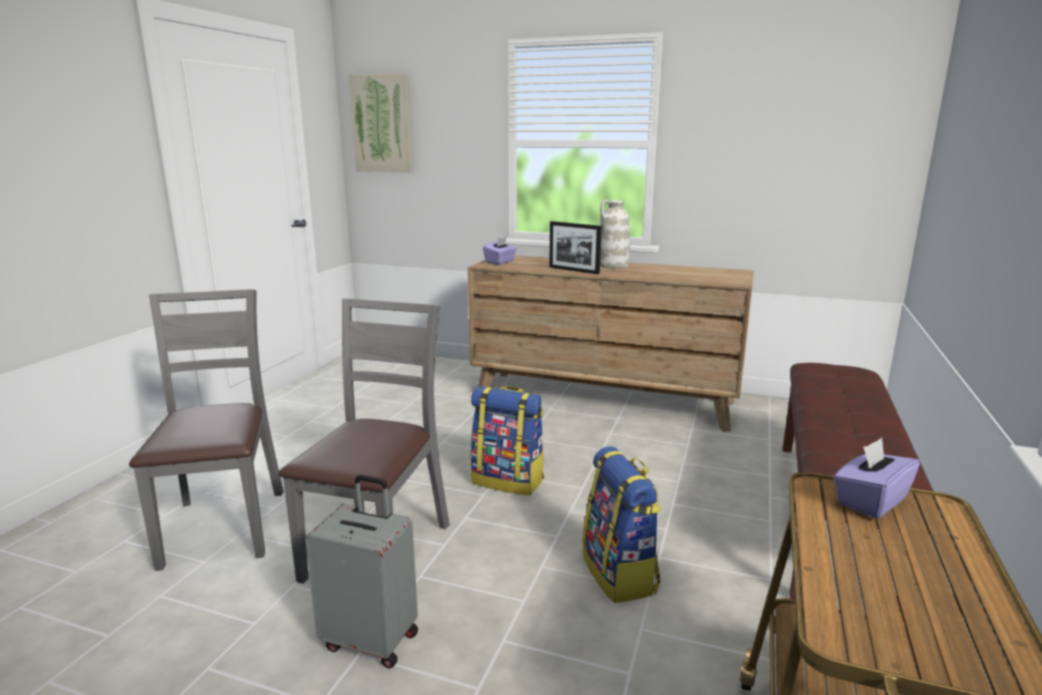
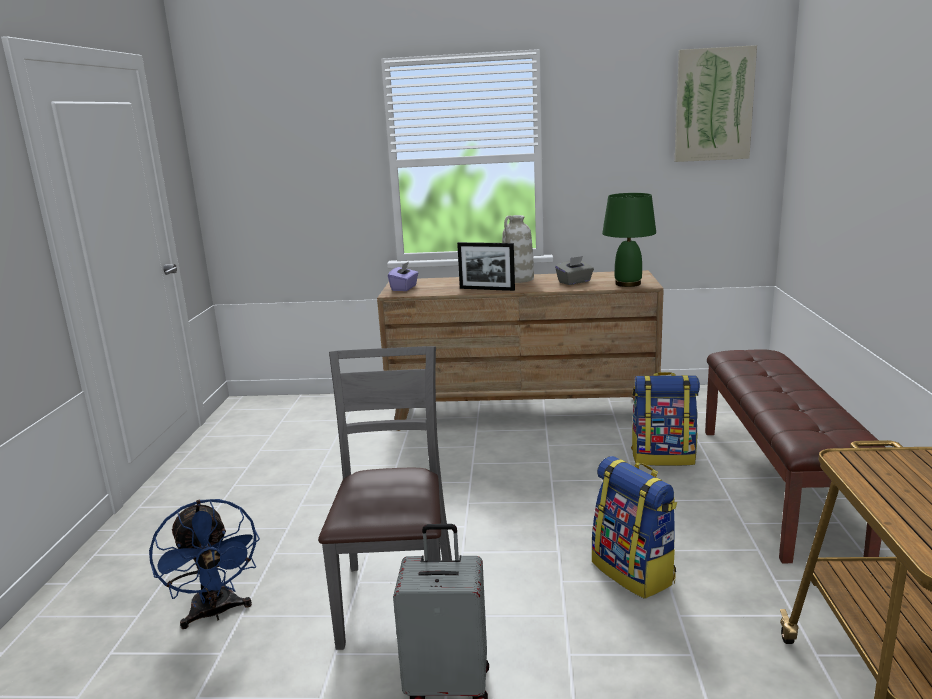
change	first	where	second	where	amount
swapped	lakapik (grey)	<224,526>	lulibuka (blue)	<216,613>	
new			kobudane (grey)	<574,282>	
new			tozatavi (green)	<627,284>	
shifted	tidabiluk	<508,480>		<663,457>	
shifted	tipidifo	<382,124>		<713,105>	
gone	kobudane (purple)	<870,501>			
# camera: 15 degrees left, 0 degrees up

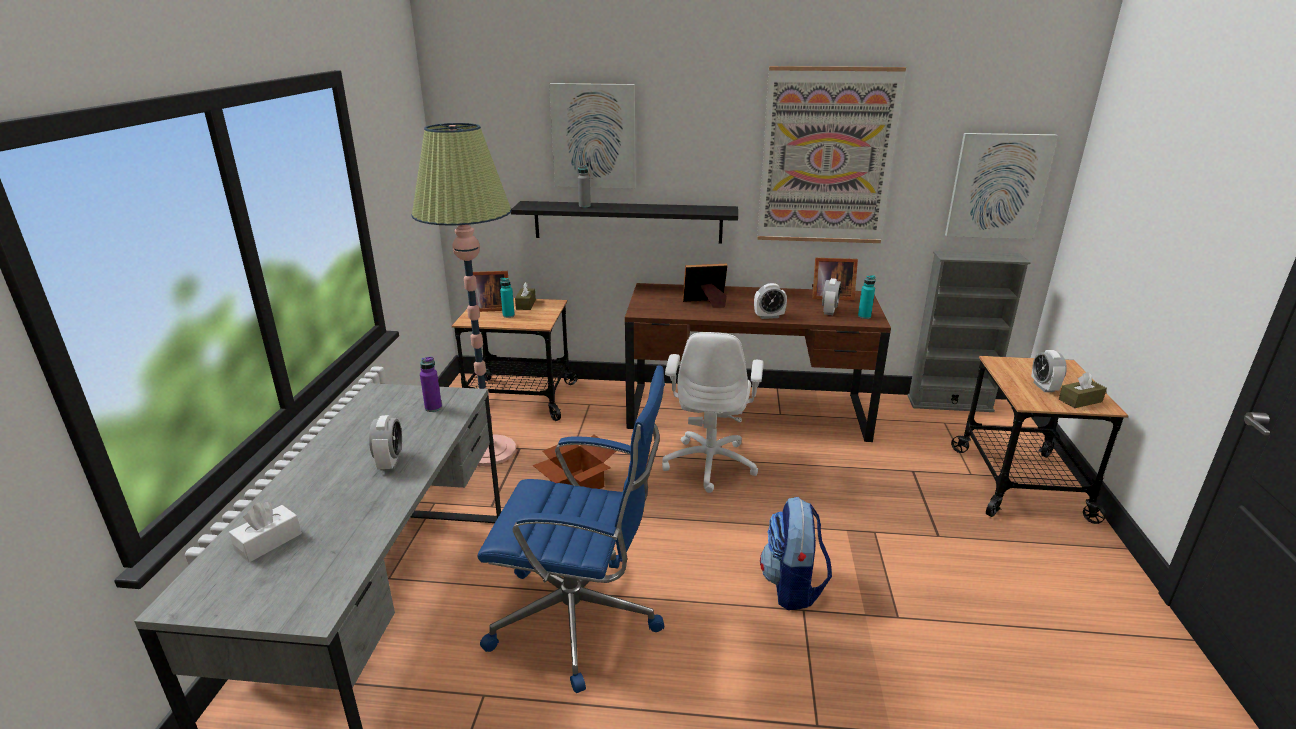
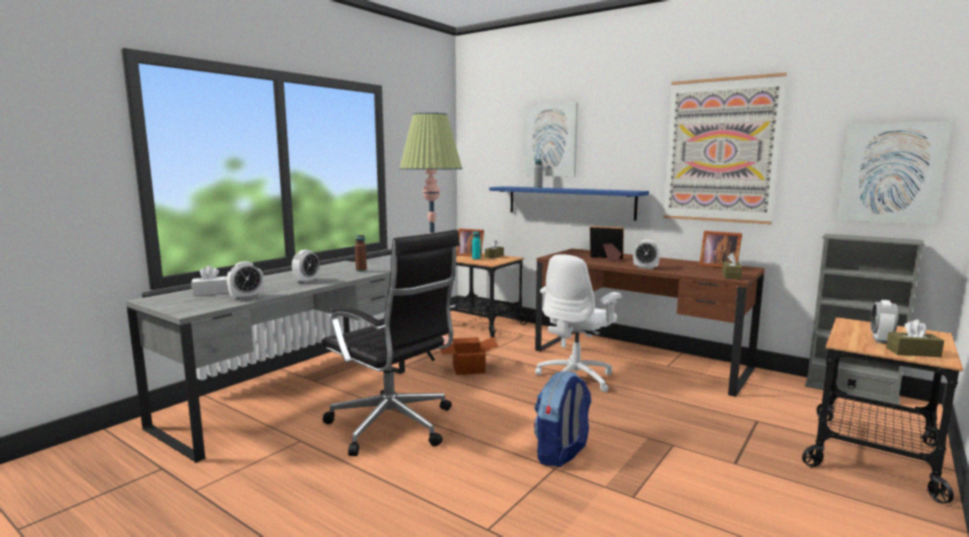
change	first	where	second	where	amount
shifted	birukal	<829,311>		<247,297>	
repainted	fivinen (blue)	<580,619>	fivinen (black)	<393,426>	
repainted	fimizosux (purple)	<433,408>	fimizosux (brown)	<361,270>	
repainted	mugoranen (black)	<627,222>	mugoranen (blue)	<569,202>	
swapped	fimizosux (turquoise)	<864,316>	kobudane (brown)	<731,276>	
# camera: 30 degrees right, 15 degrees down

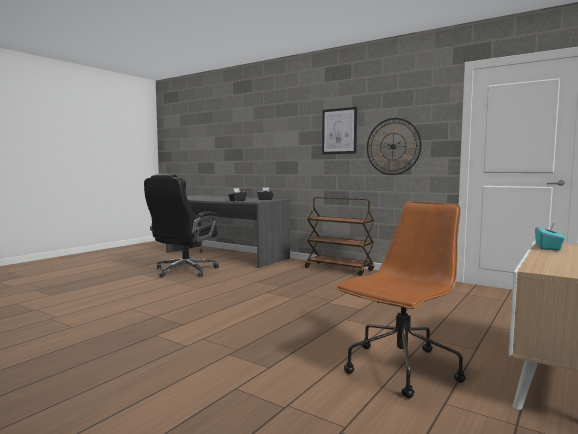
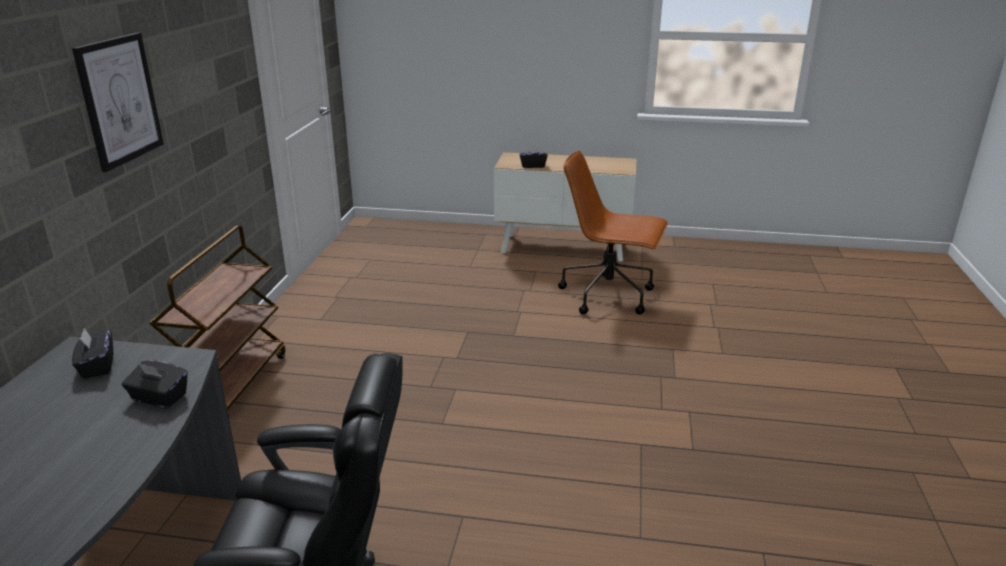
change	first	where	second	where	amount
repainted	kobudane (turquoise)	<548,248>	kobudane (black)	<532,166>	
gone	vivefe	<393,146>			
# camera: 115 degrees left, 20 degrees up

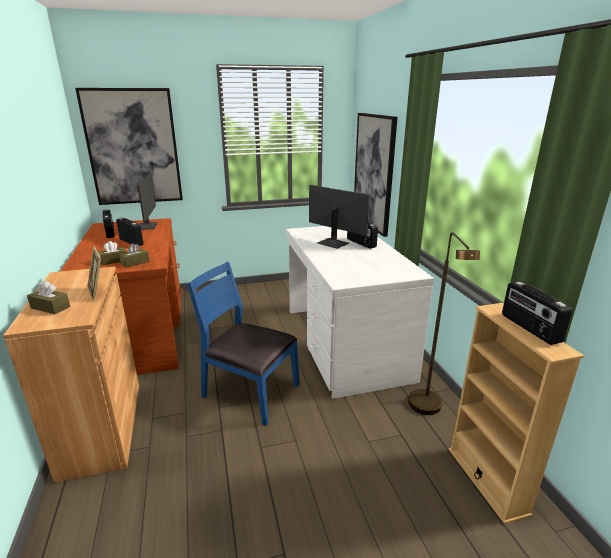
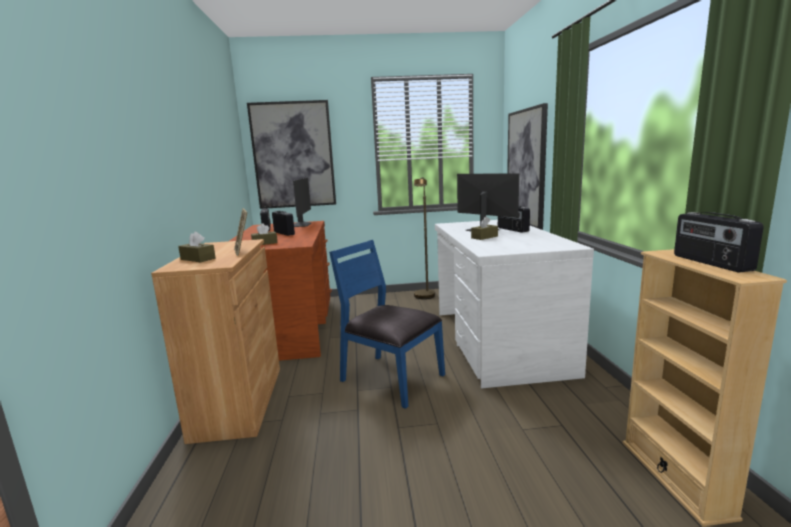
change	first	where	second	where	amount
shifted	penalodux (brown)	<428,410>		<424,297>	
shifted	kobudane (brown)	<135,262>		<484,237>	
# camera: 10 degrees right, 10 degrees down

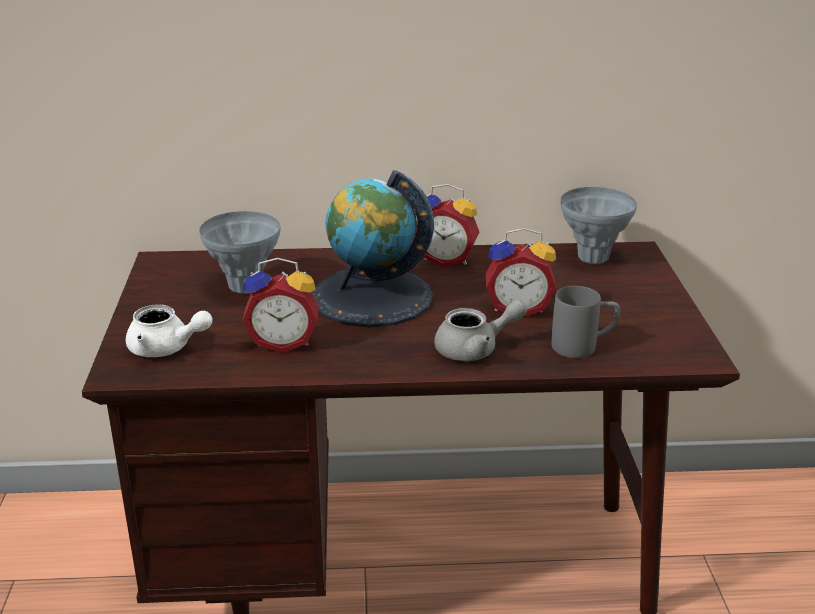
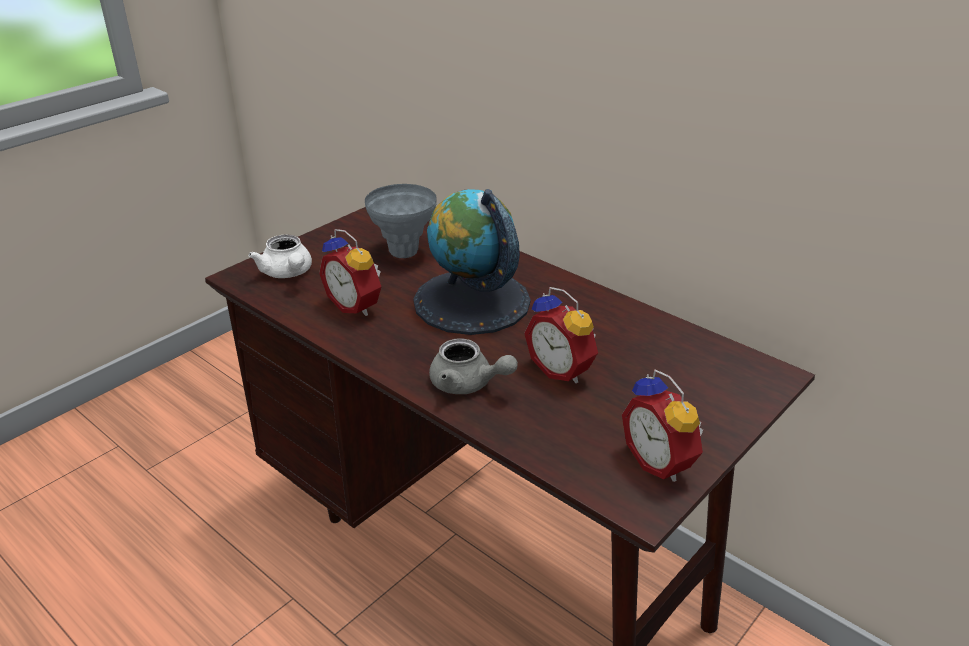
change	first	where	second	where	amount
shifted	birukal	<446,259>		<661,462>	
gone	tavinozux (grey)	<583,347>			
gone	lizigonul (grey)	<592,258>			
# camera: 45 degrees right, 5 degrees up

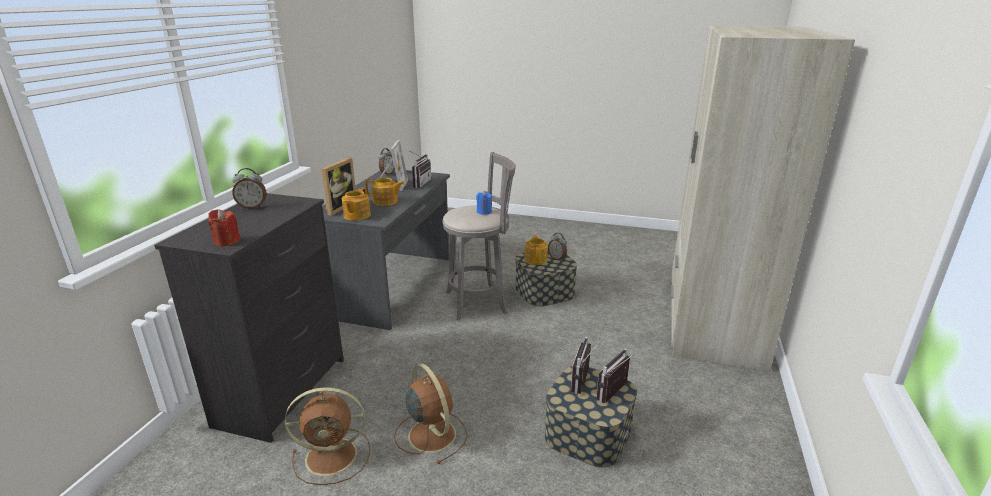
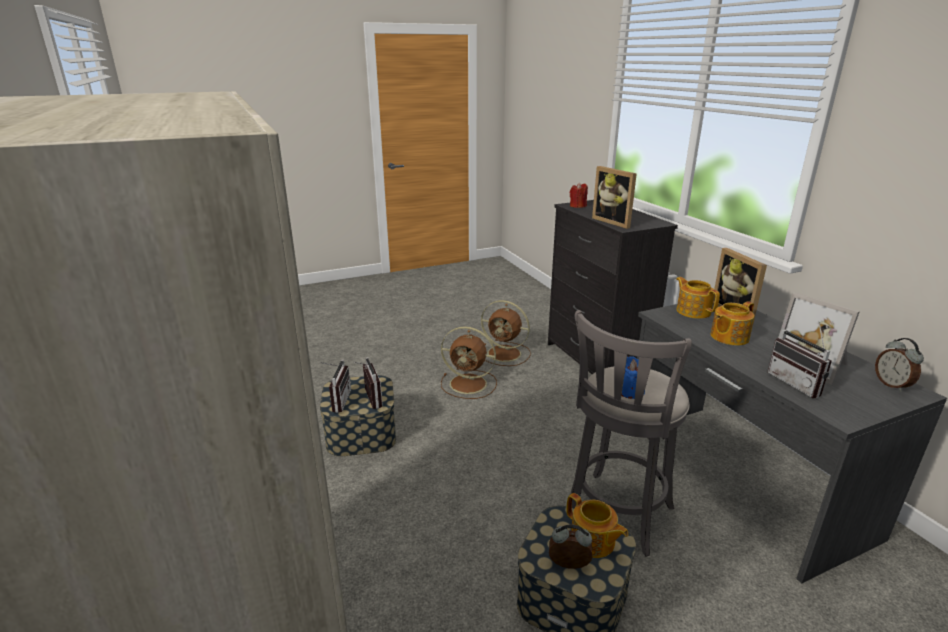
change	first	where	second	where	amount
rotated	lulibuka (brown)	<334,456>		<505,354>	105 degrees counterclockwise
new			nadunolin	<614,222>	
gone	birukal	<252,207>			
# camera: 140 degrees right, 0 degrees up

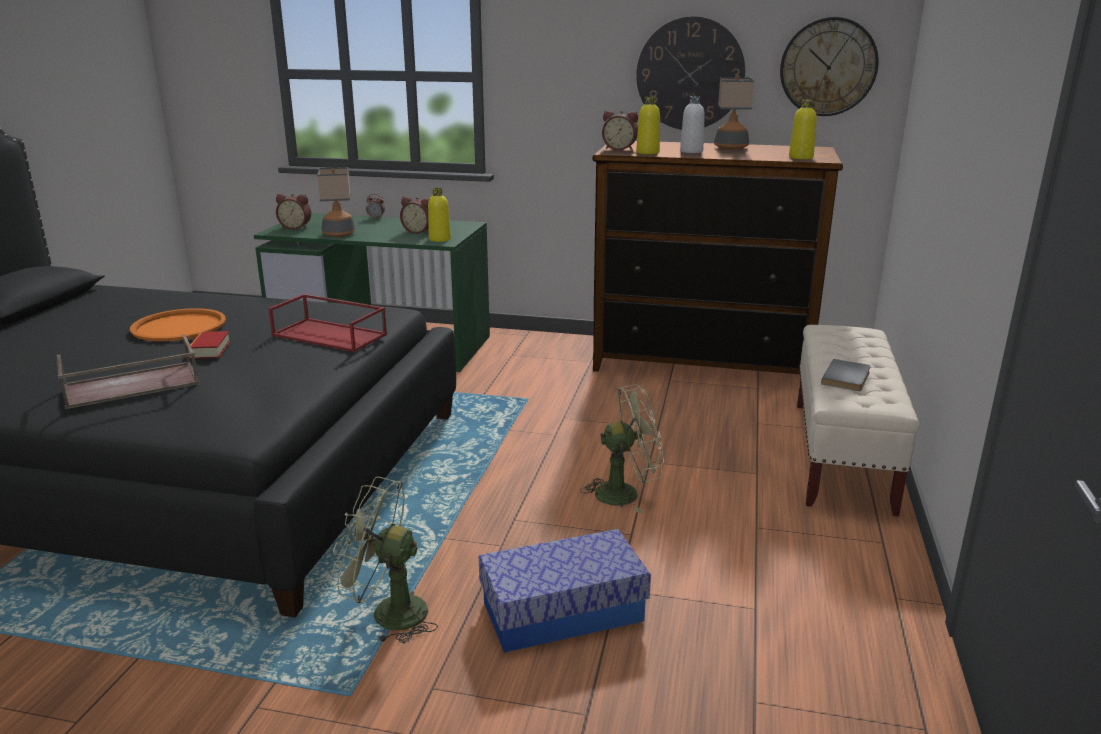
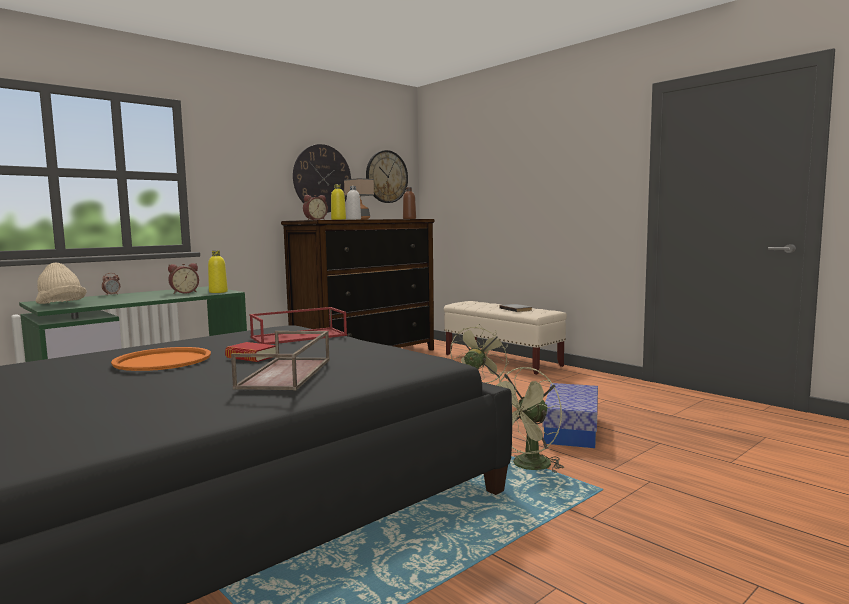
change	first	where	second	where	amount
swapped	birukal	<296,227>	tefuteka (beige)	<61,305>	
repainted	fimizosux (yellow)	<801,157>	fimizosux (brown)	<409,218>	
gone	tozatavi	<339,234>			
# camera: 55 degrees left, 15 degrees down

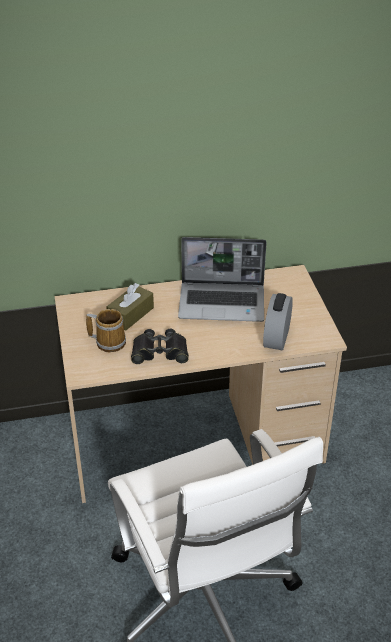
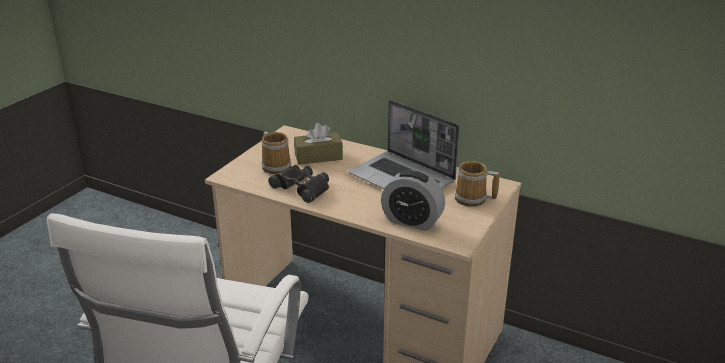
change	first	where	second	where	amount
rotated	birukal	<276,338>		<412,221>	120 degrees counterclockwise
new			tavinozux	<472,199>	
# camera: 40 degrees right, 10 degrees down

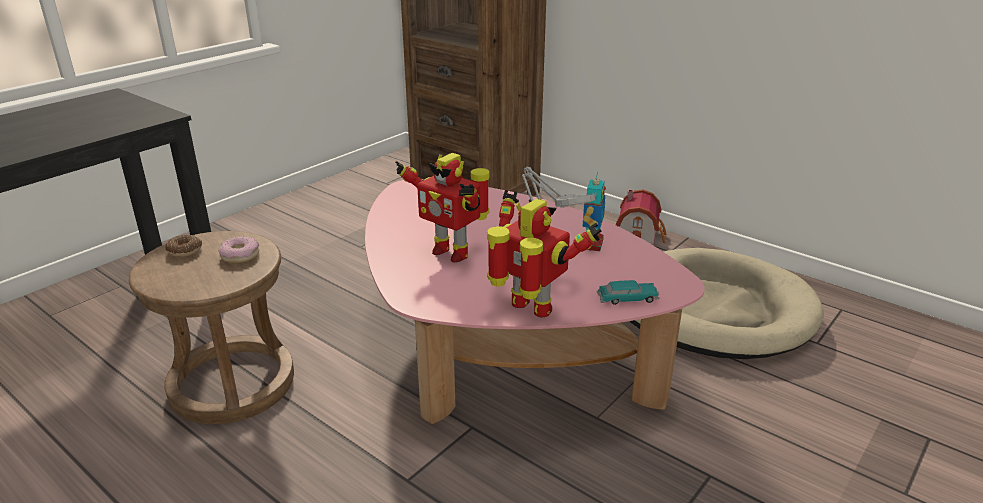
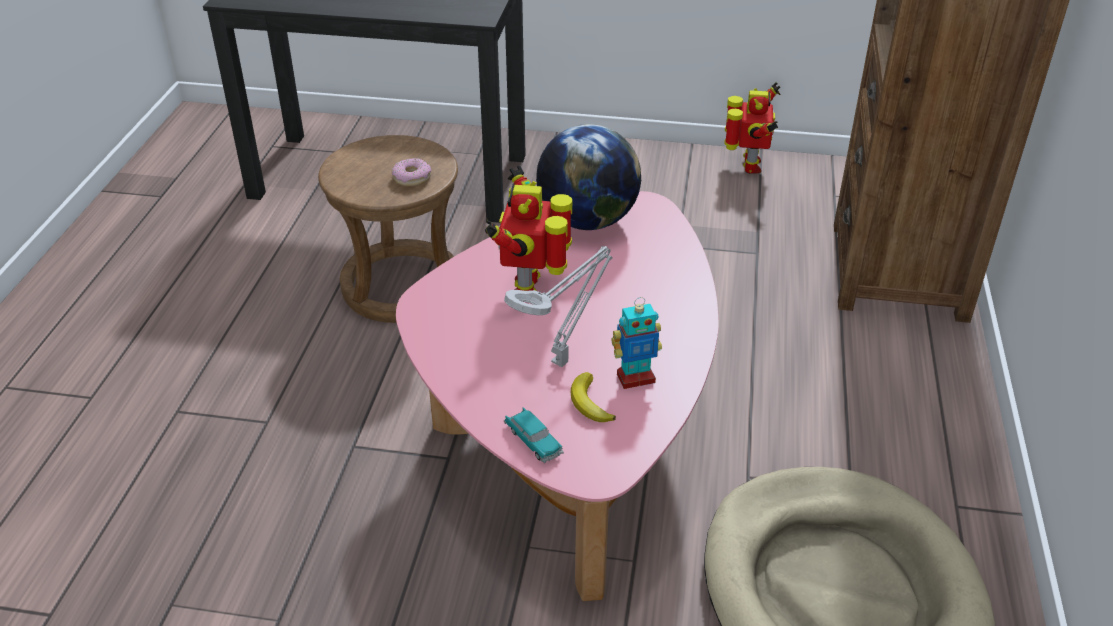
change	first	where	second	where	amount
new			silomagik	<587,221>	
new			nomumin	<589,403>	
shifted	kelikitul	<530,309>		<749,166>	
gone	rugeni	<185,251>			
gone	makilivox	<640,235>			
# camera: 60 degrees right, 10 degrees up

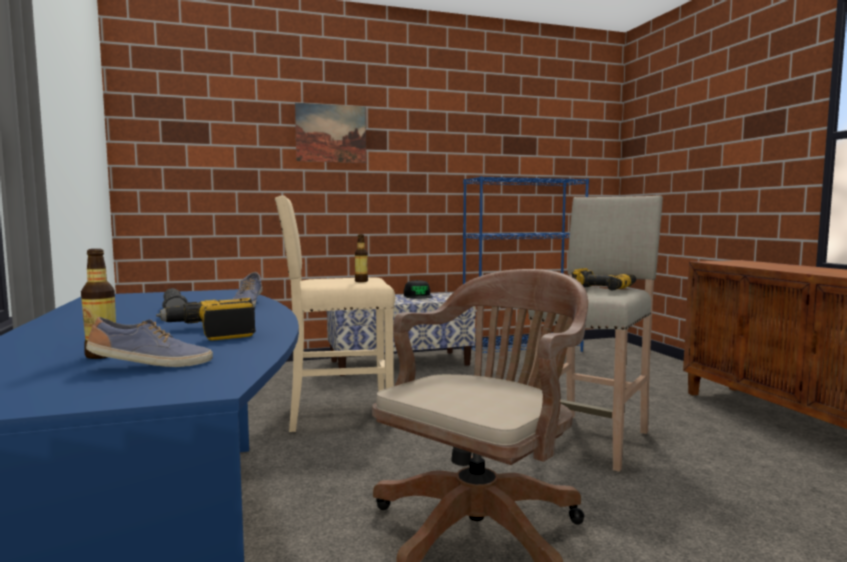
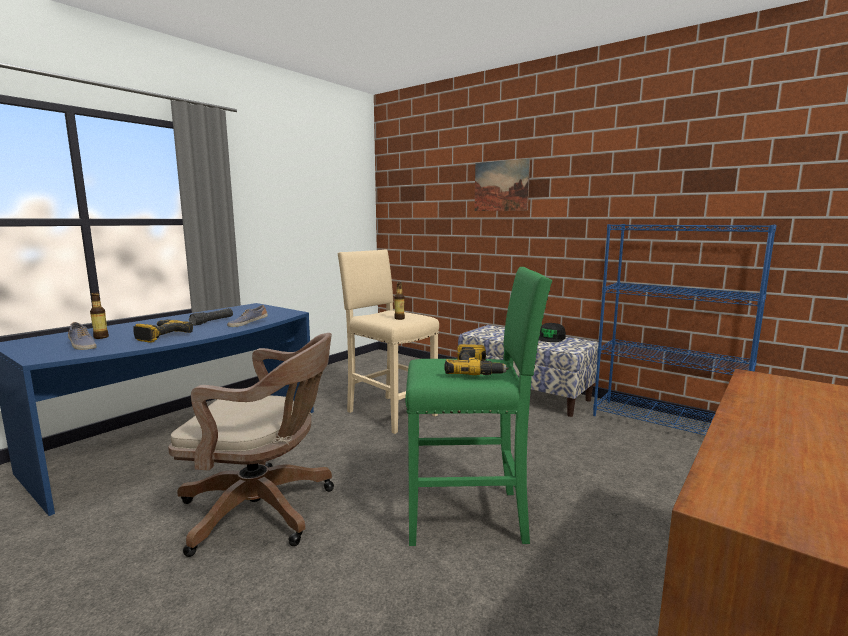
change	first	where	second	where	amount
repainted	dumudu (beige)	<592,439>	dumudu (green)	<468,516>	
# camera: 55 degrees right, 5 degrees up

